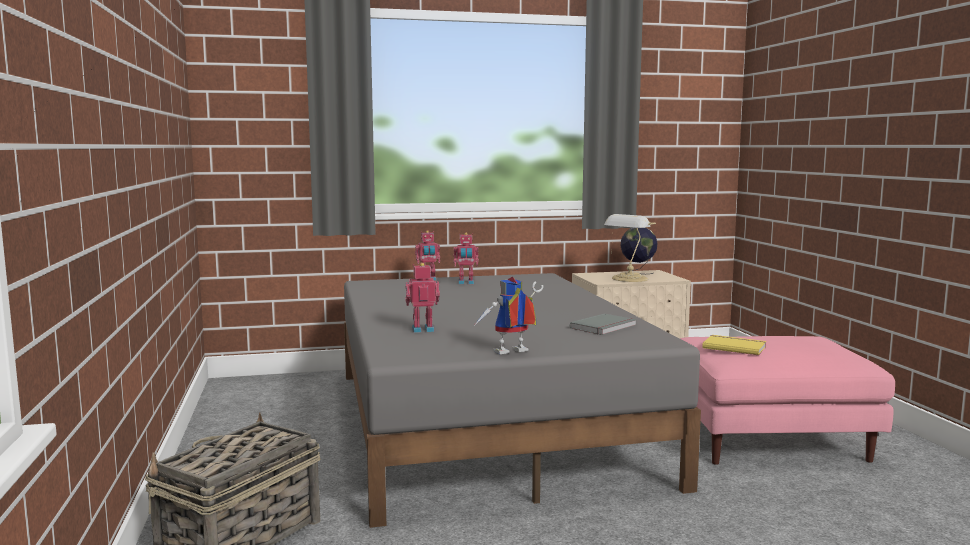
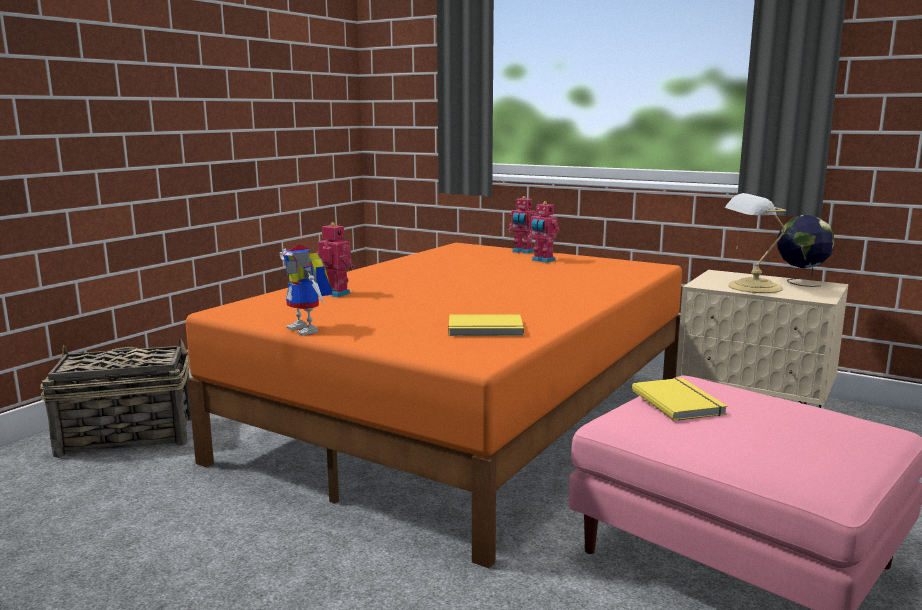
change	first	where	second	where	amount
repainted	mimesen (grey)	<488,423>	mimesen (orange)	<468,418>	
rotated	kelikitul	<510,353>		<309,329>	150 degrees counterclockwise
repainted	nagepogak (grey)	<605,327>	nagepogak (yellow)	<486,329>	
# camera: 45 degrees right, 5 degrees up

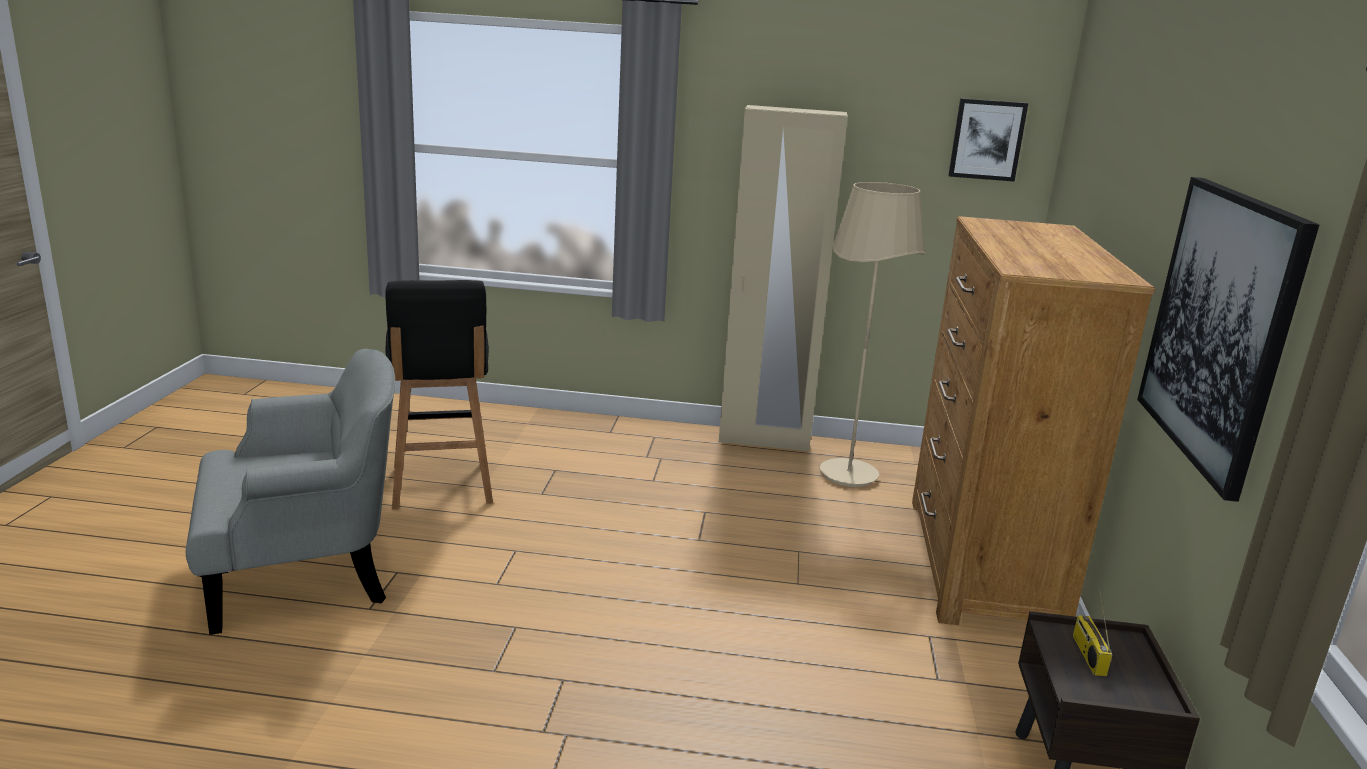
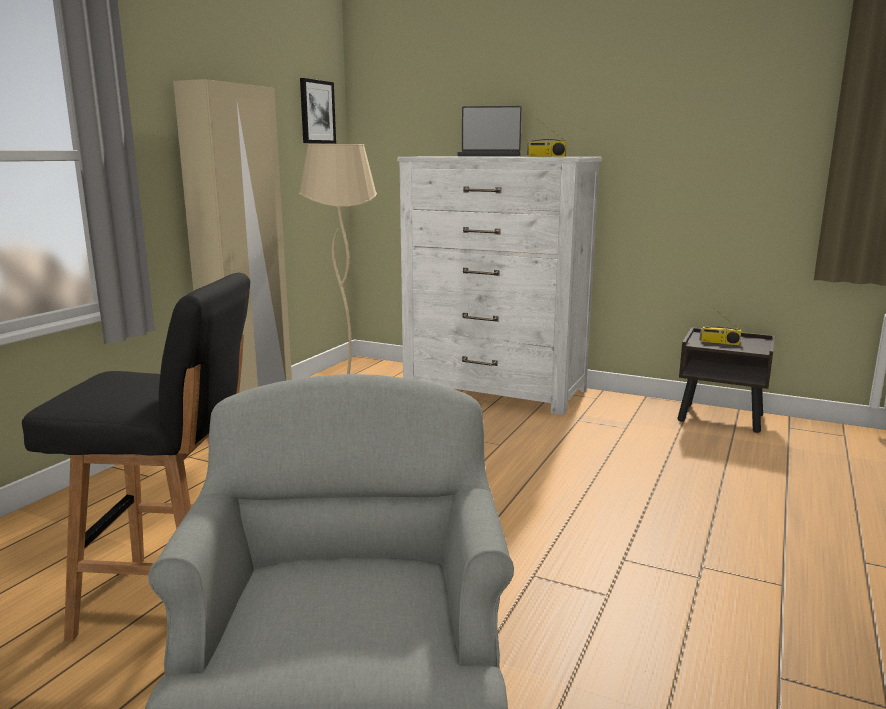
change	first	where	second	where	amount
repainted	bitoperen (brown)	<981,562>	bitoperen (white)	<495,390>	
new			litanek	<489,156>	
new			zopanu	<546,156>	
gone	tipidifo	<1219,327>			
# camera: 70 degrees left, 5 degrees down

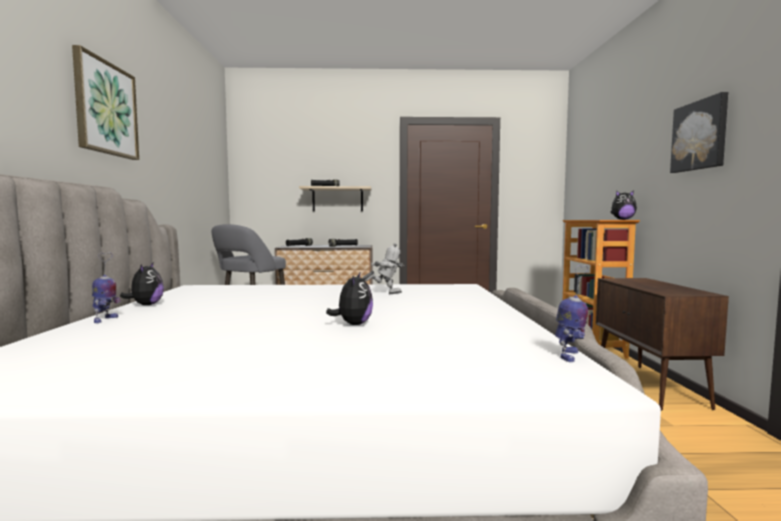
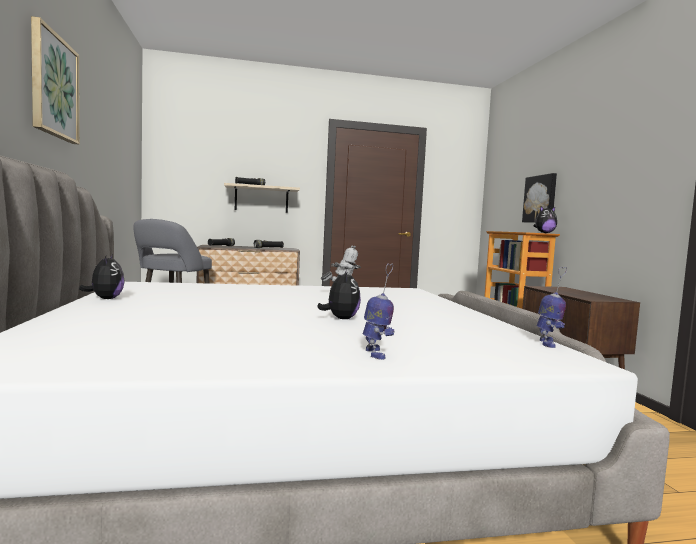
change	first	where	second	where	amount
shifted	kelikitul	<105,320>		<376,354>	
shifted	tipidifo	<700,135>		<540,199>	
# camera: 10 degrees left, 0 degrees up

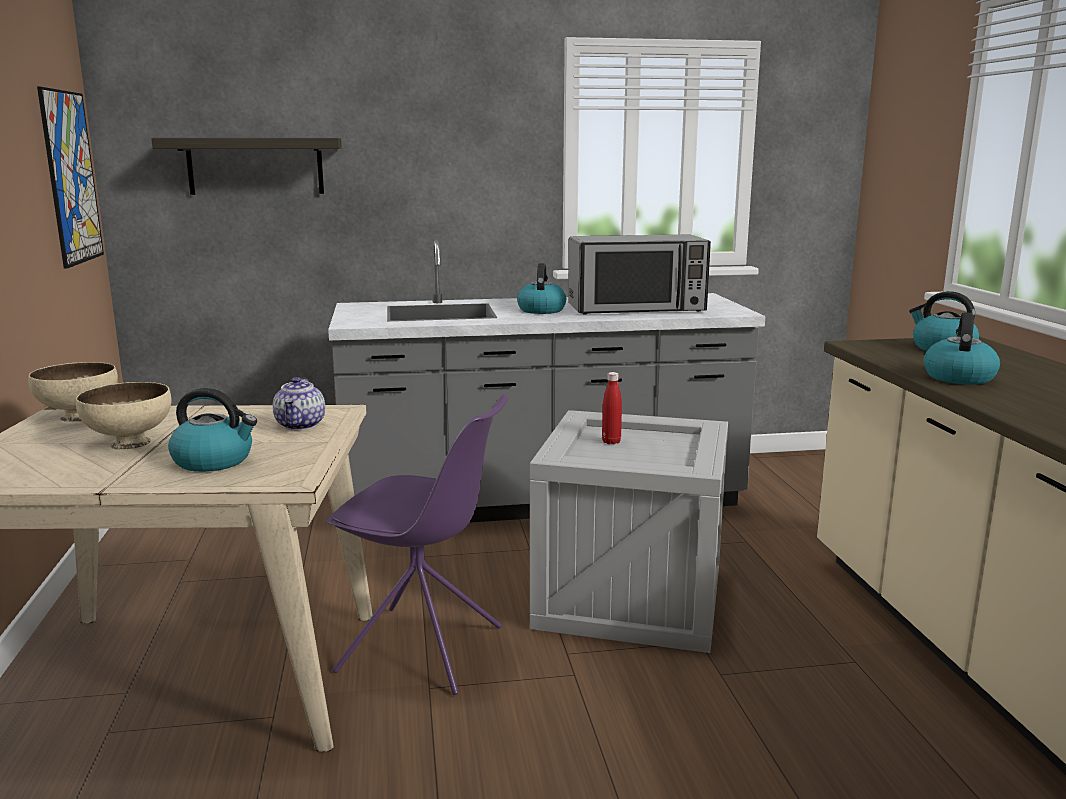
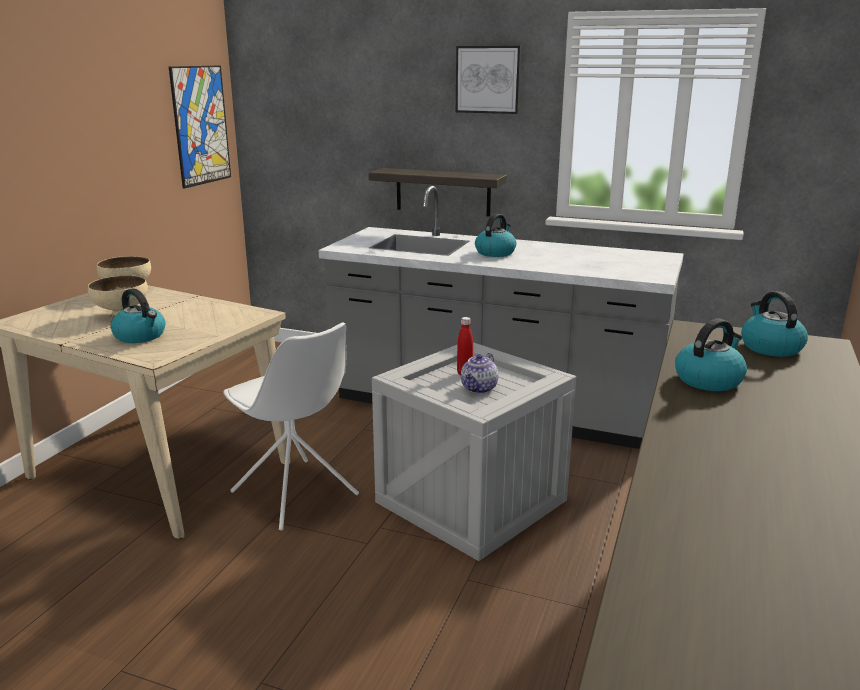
change	first	where	second	where	amount
repainted	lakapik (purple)	<424,650>	lakapik (white)	<295,494>	
shifted	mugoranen	<255,166>		<443,192>	
new			tipidifo	<488,79>	
shifted	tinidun	<301,425>		<479,388>	
gone	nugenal	<637,308>			
# camera: 30 degrees right, 5 degrees up

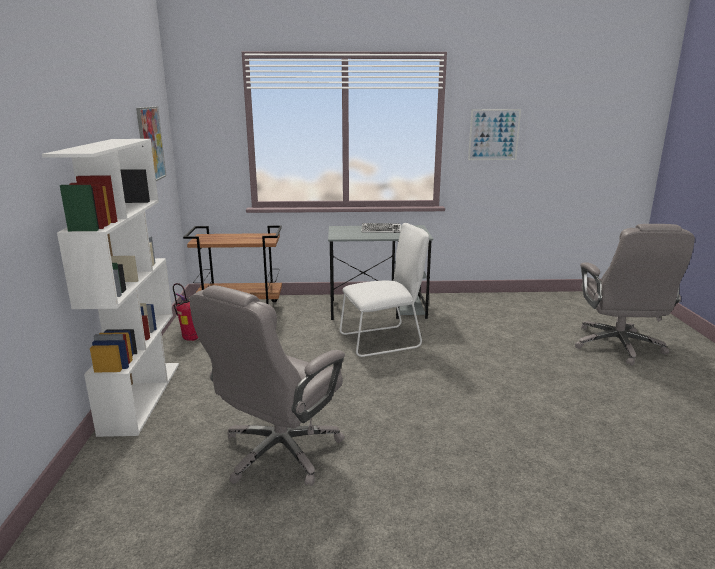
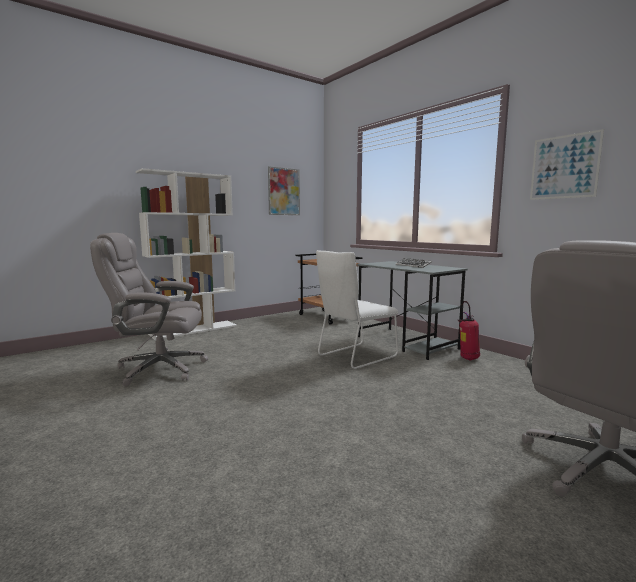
change	first	where	second	where	amount
rotated	lakapik (white)	<383,340>		<354,356>	105 degrees clockwise
shifted	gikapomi	<190,339>		<467,358>	
# camera: 55 degrees right, 10 degrees down

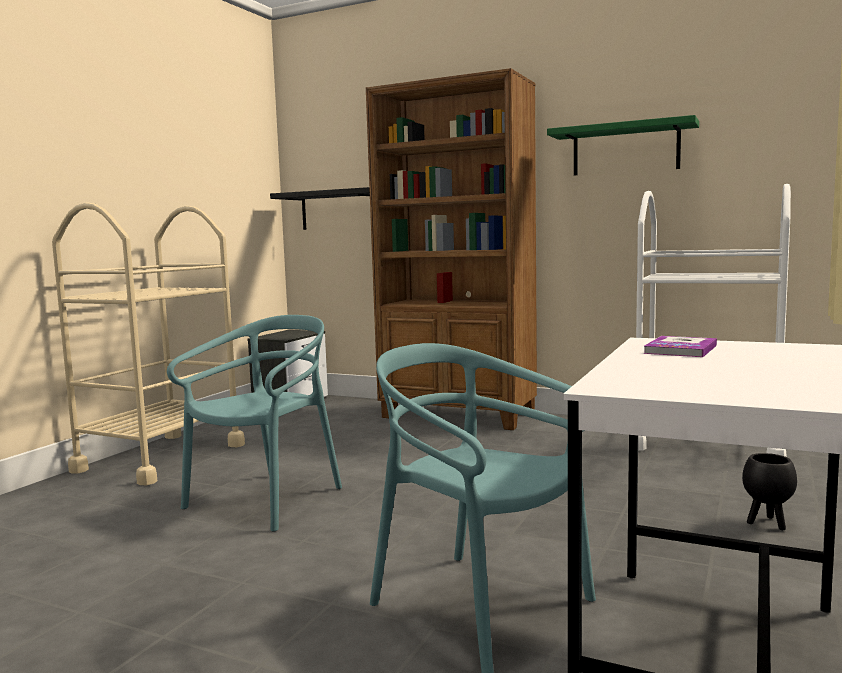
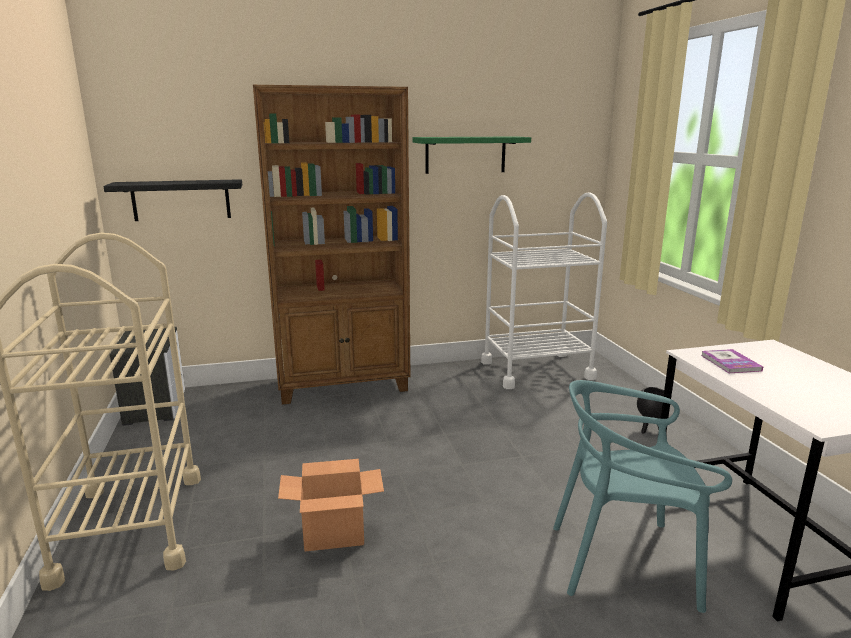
change	first	where	second	where	amount
swapped	lakapik (turquoise)	<266,500>	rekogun	<335,534>	
# camera: 40 degrees left, 10 degrees up

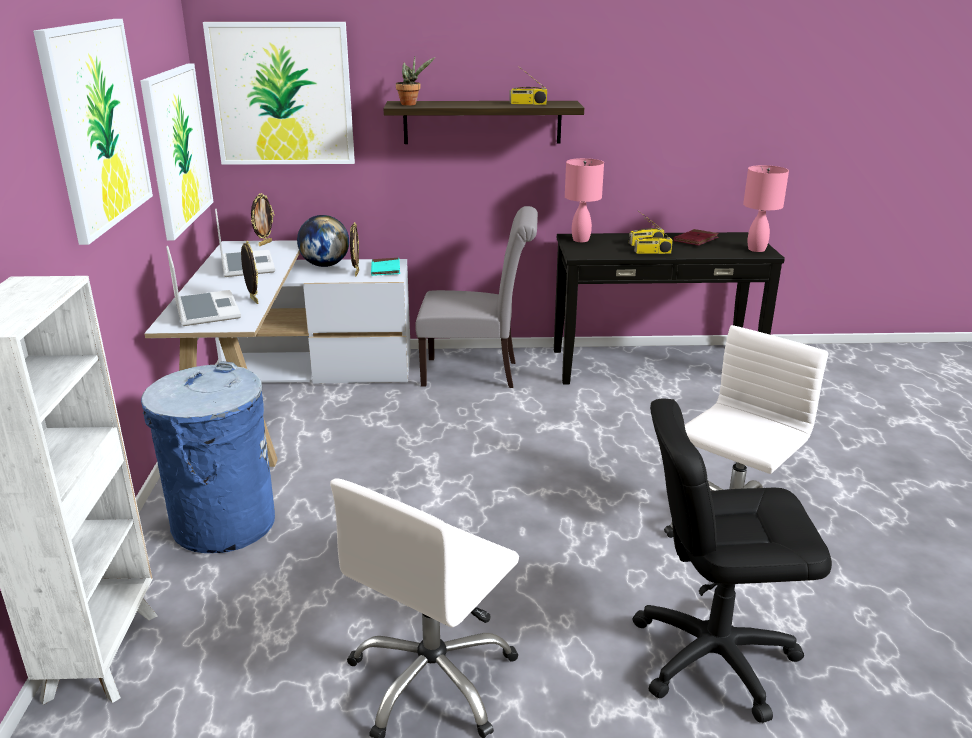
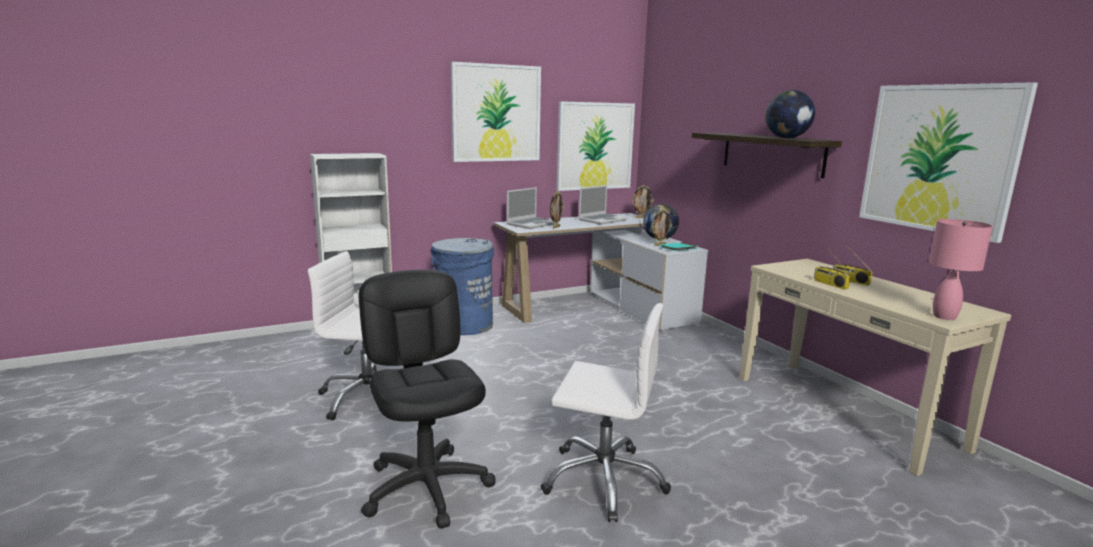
change	first	where	second	where	amount
repainted	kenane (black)	<653,365>	kenane (beige)	<844,411>	
swapped	zopanu	<528,104>	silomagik	<786,138>	
shifted	tipidifo	<282,94>		<939,158>	
gone	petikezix	<411,104>			
gone	lakapik (grey)	<477,373>			
gone	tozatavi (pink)	<581,240>			
gone	nagepogak (red)	<695,240>			
# camera: 65 degrees right, 10 degrees down

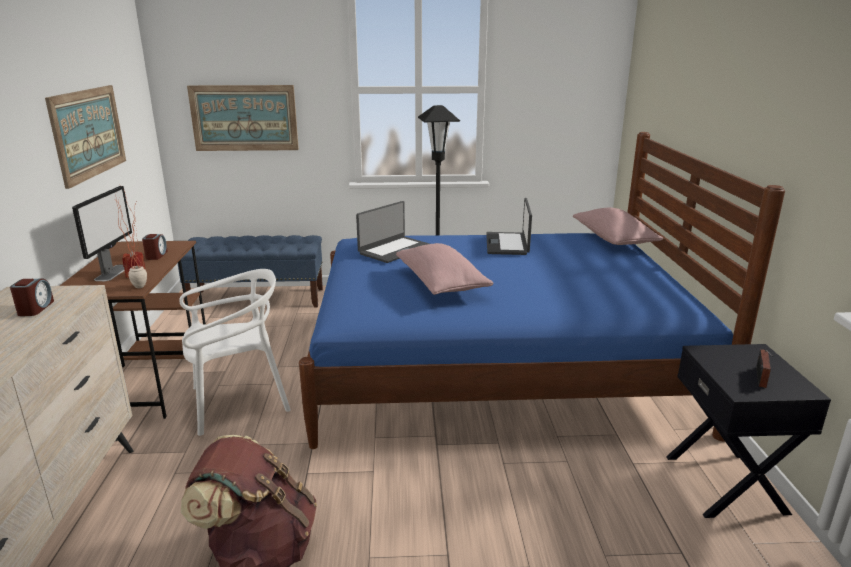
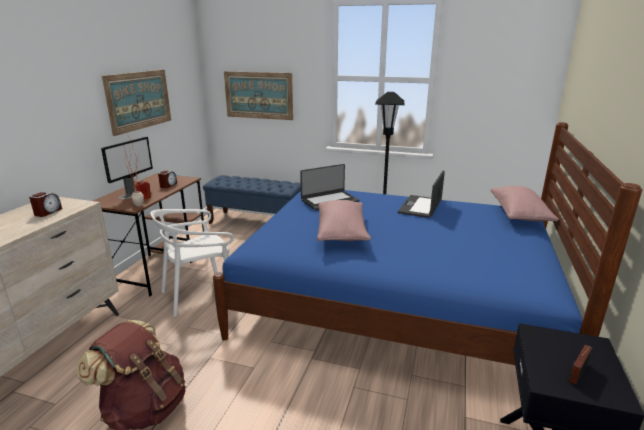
change	first	where	second	where	amount
rotated	lakapik (white)	<239,402>		<199,294>	150 degrees clockwise
# camera: 20 degrees right, 0 degrees up

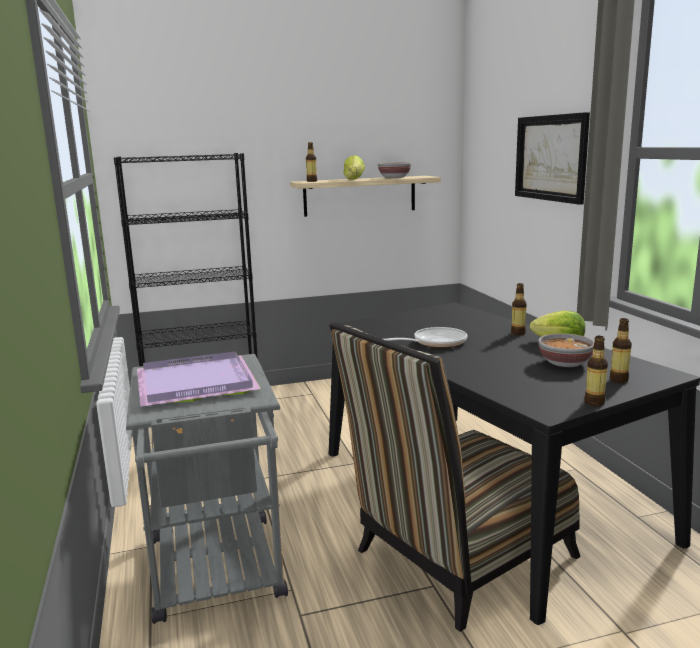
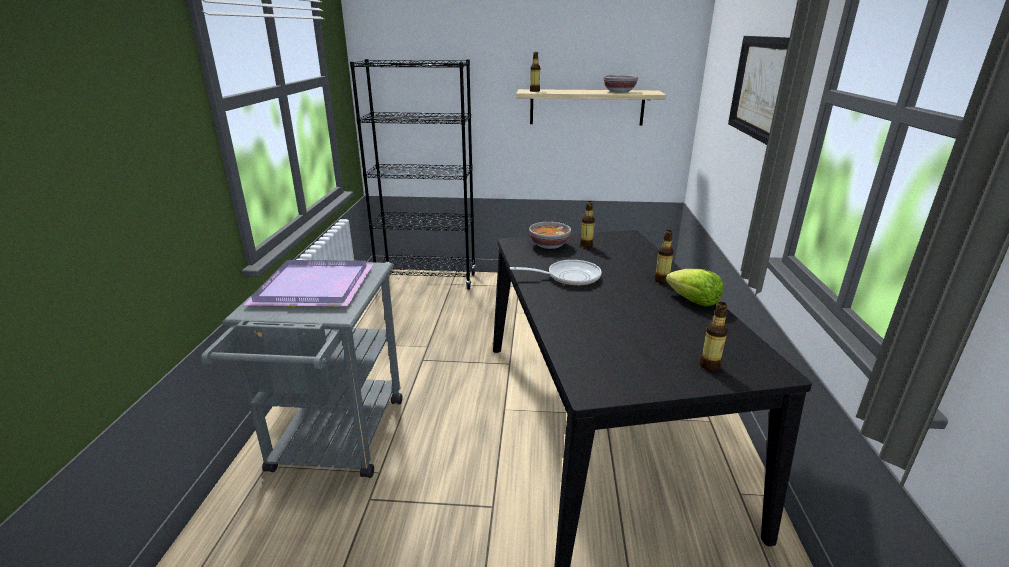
change	first	where	second	where	amount
shifted	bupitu	<564,363>		<548,245>	
shifted	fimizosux	<594,402>		<586,245>	
gone	lakapik	<456,559>			
gone	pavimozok	<354,179>			
# camera: 20 degrees right, 10 degrees up

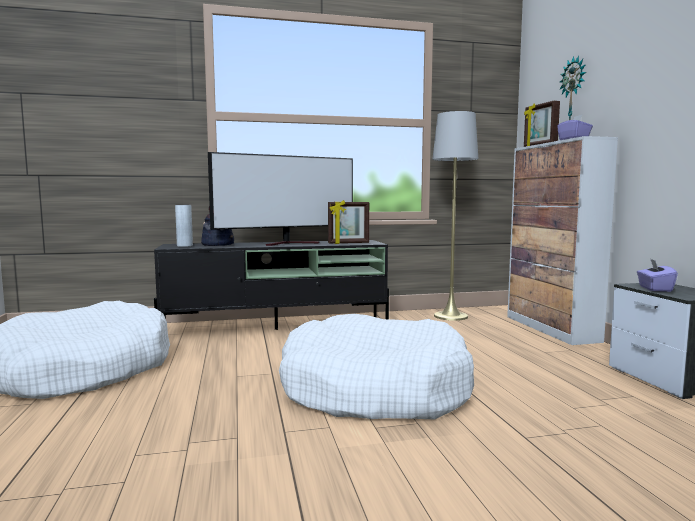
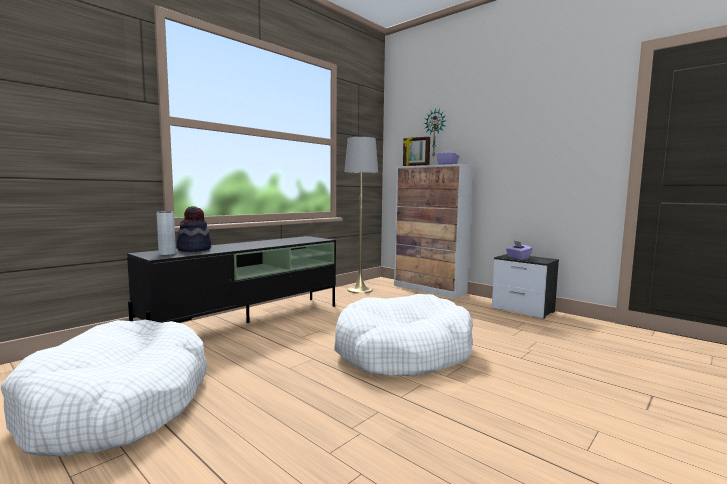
change	first	where	second	where	amount
gone	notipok	<291,243>			
gone	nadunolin	<348,243>			
# camera: 35 degrees left, 0 degrees up

